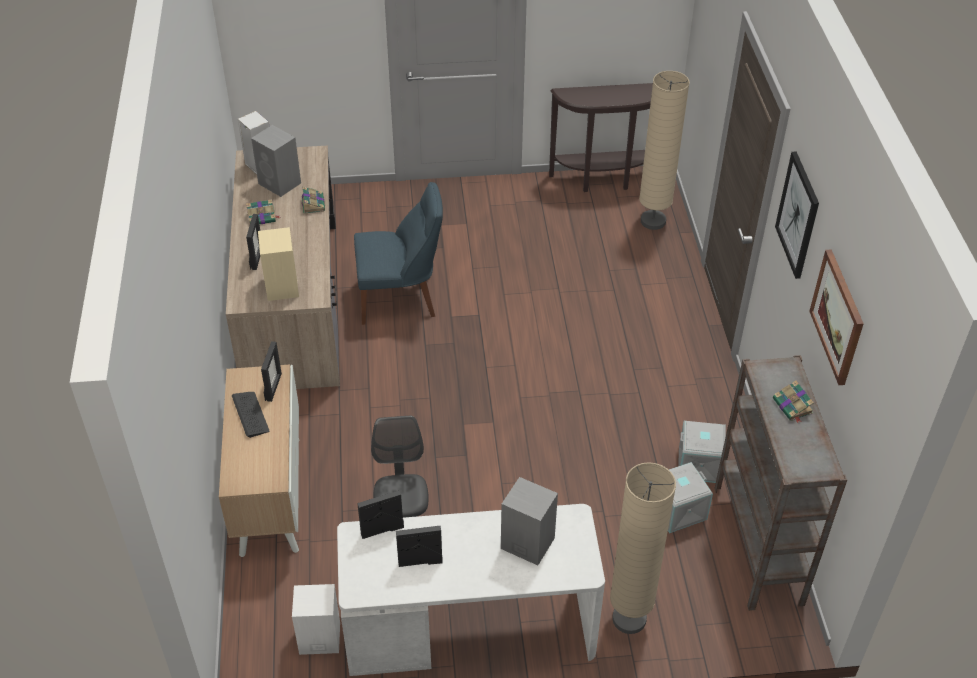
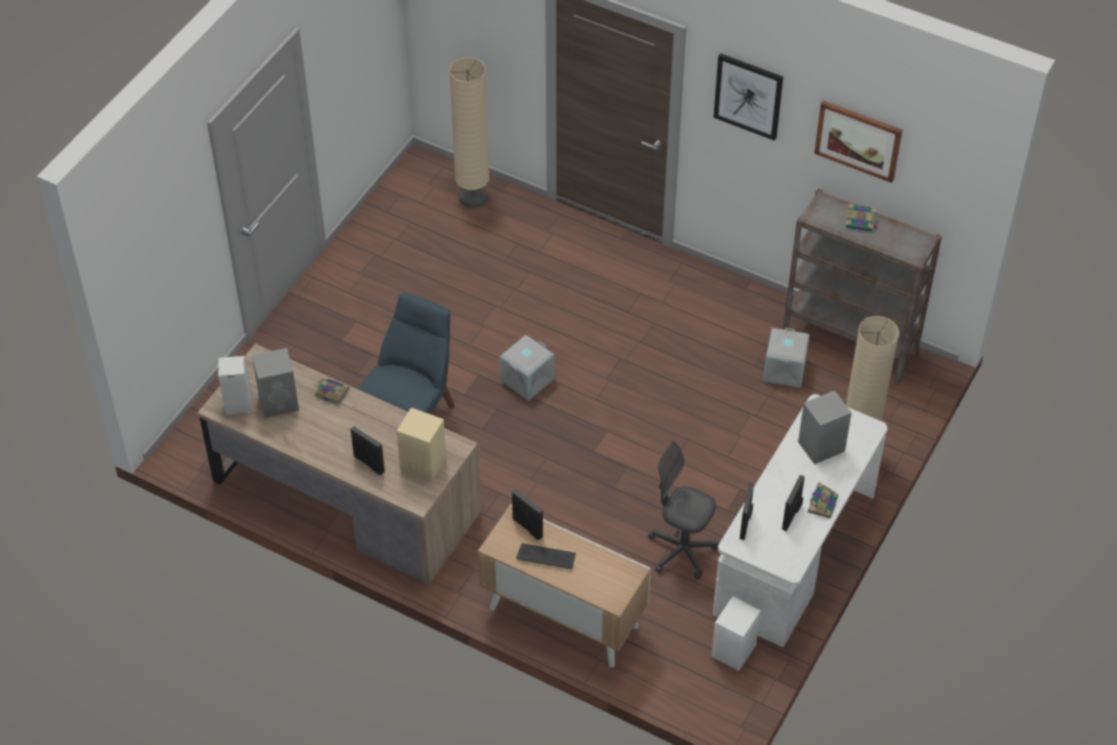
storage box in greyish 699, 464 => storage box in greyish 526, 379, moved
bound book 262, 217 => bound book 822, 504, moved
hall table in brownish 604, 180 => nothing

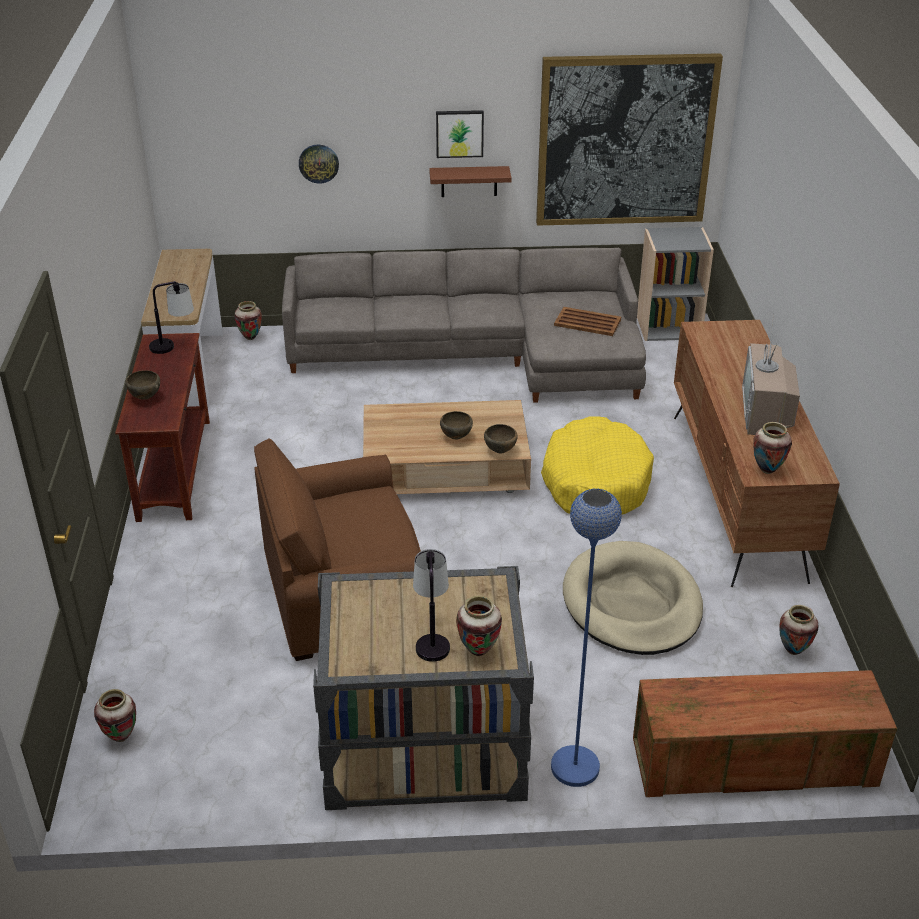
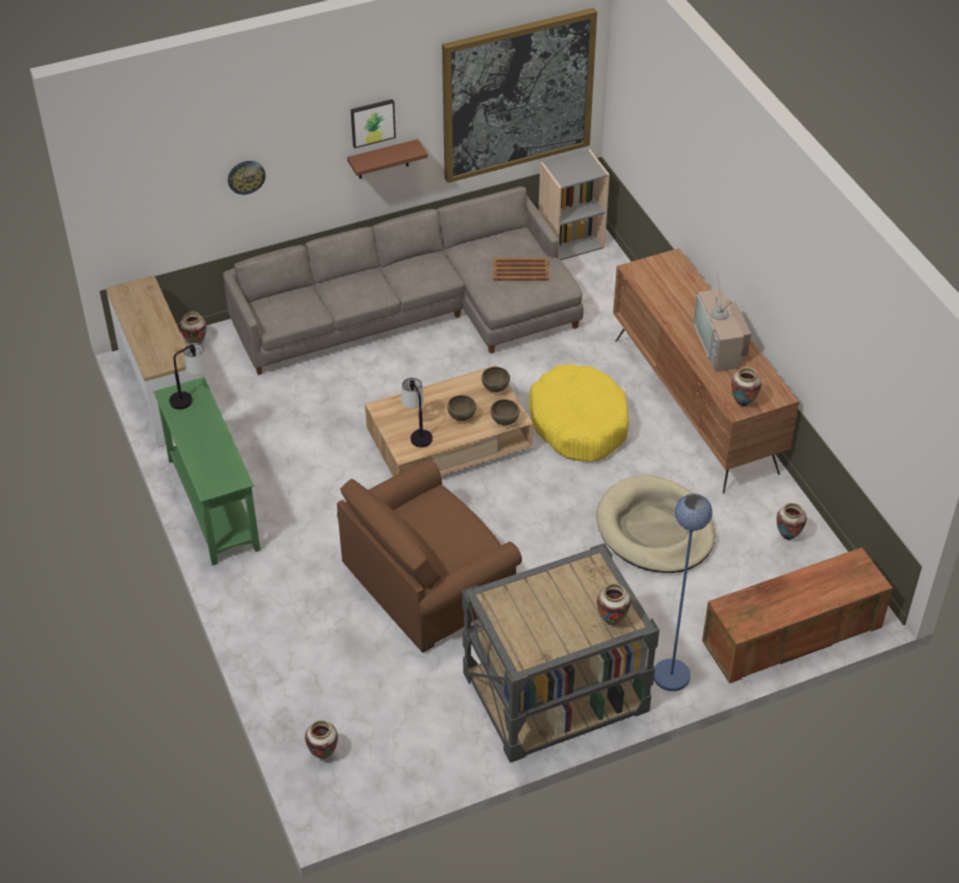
hall table in brownish 174, 469 => hall table in green-coloured 213, 504
tabletop lamp 431, 637 => tabletop lamp 417, 432, moved
bowl in brownish 145, 397 => bowl in brownish 495, 389, moved

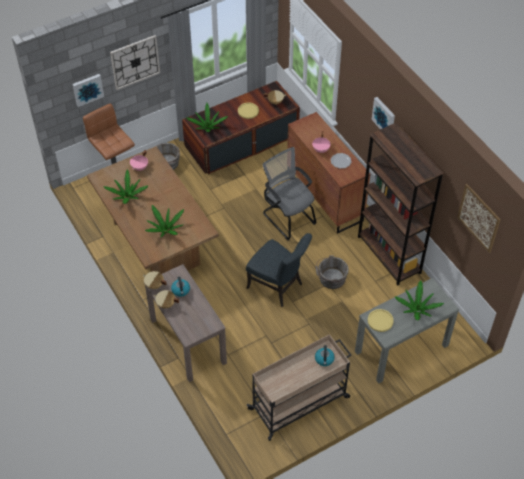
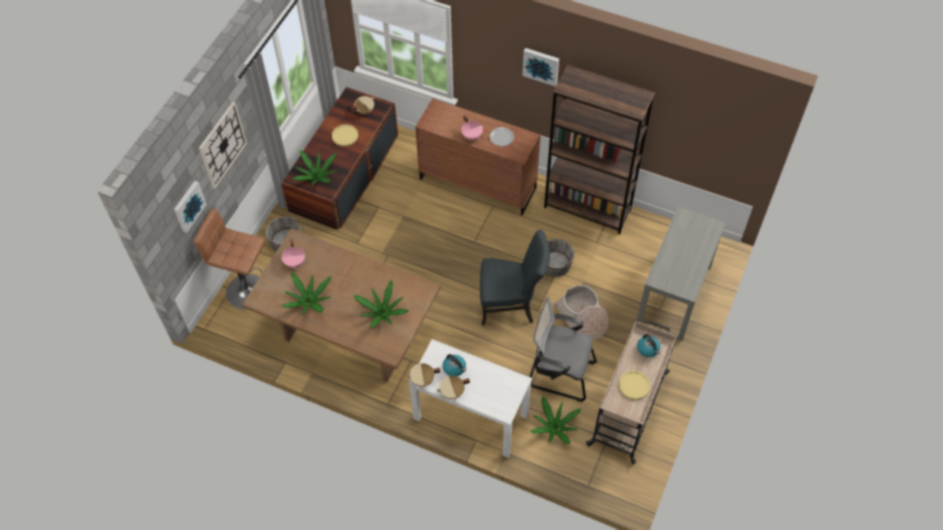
hall table in brownish 187, 340 => hall table in white 470, 416
plain chair 288, 217 => plain chair 559, 373, moved
potted plant 417, 309 => potted plant 554, 428, moved
nothing => basket 582, 318
dinner plate in yellow-coloured 380, 321 => dinner plate in yellow-coloured 634, 385, moved
wall art 479, 217 => nothing

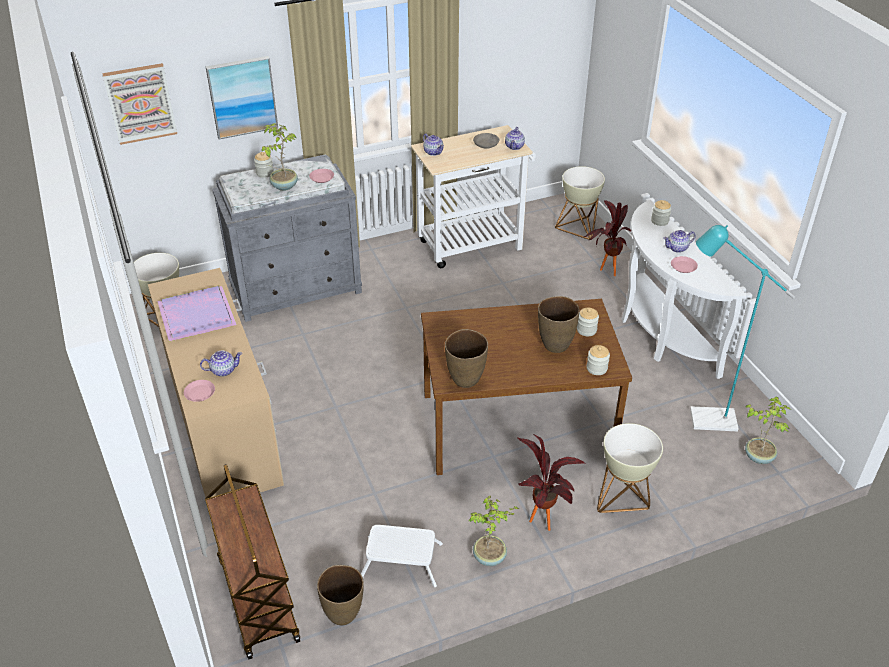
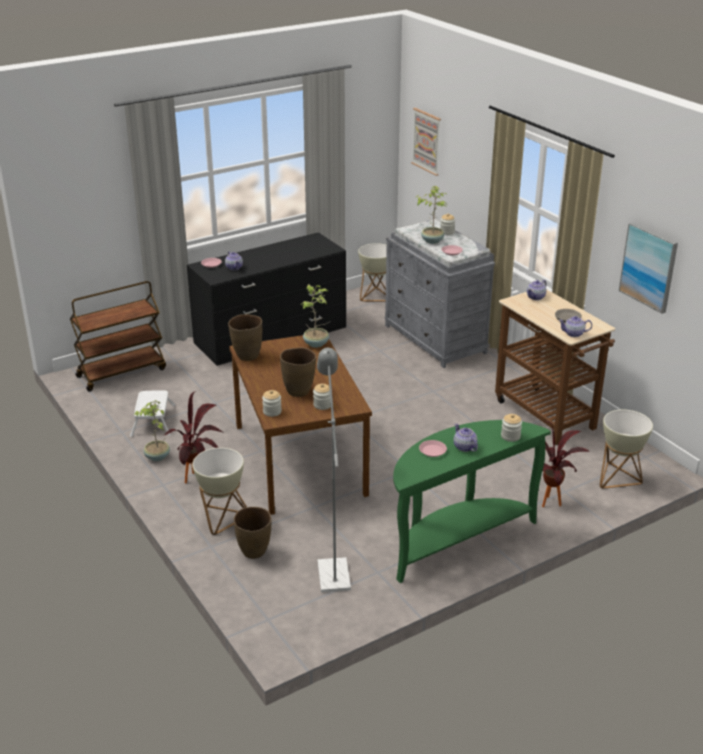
chest of drawers in beige-coloured 223, 424 => chest of drawers in blackish 271, 336
decorative vase in brownish 343, 613 => decorative vase in brownish 254, 552, moved
potted plant 759, 456 => potted plant 317, 344, moved
floor lamp in turquoise 704, 419 => floor lamp in greyish 332, 569
hall table in white 659, 333 => hall table in green-coloured 456, 539
cart in white 471, 245 => cart in brownish 546, 415
wall art 242, 97 => wall art 648, 267, moved
tray in purple-coloured 196, 316 => nothing

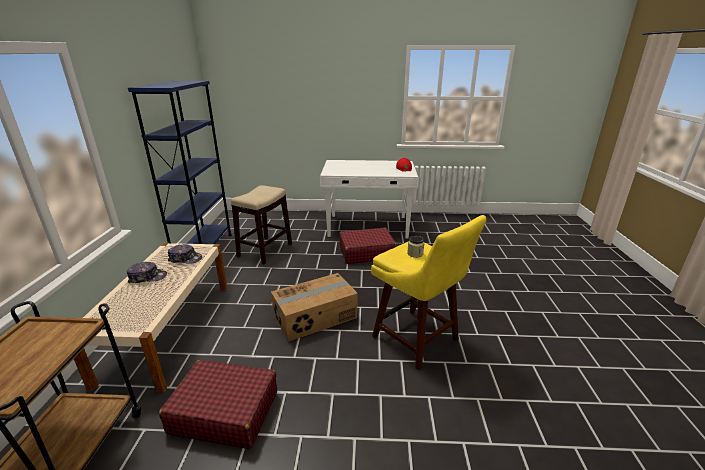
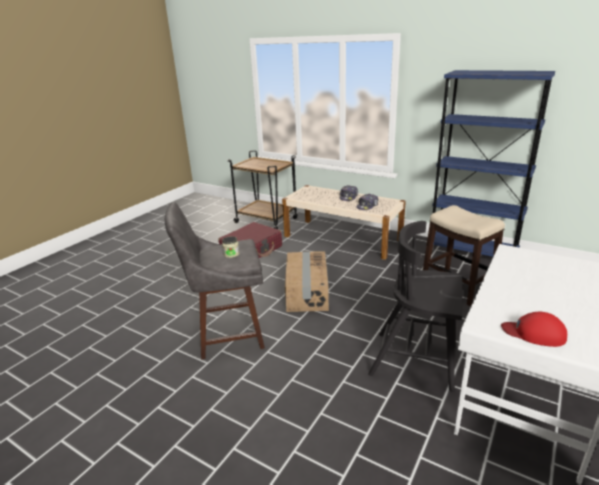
sitting stool in yellow-coloured 418, 340 => sitting stool in greyish 227, 334
travel case in red 366, 253 => plain chair in blackish 416, 360

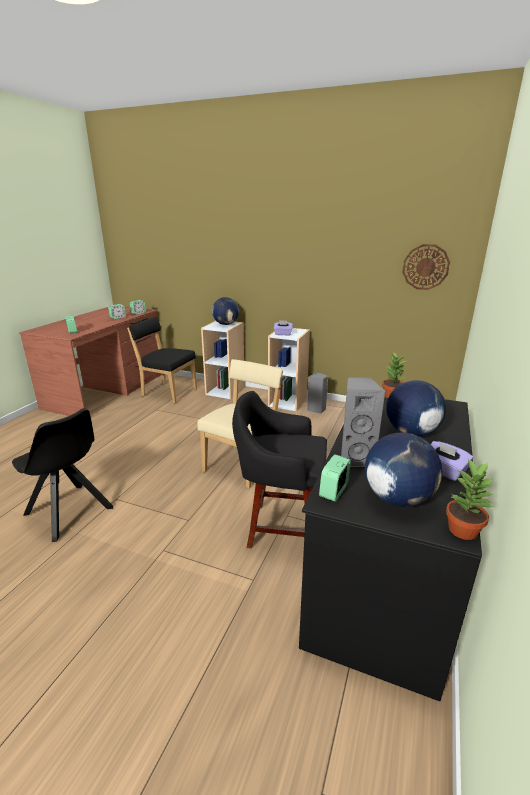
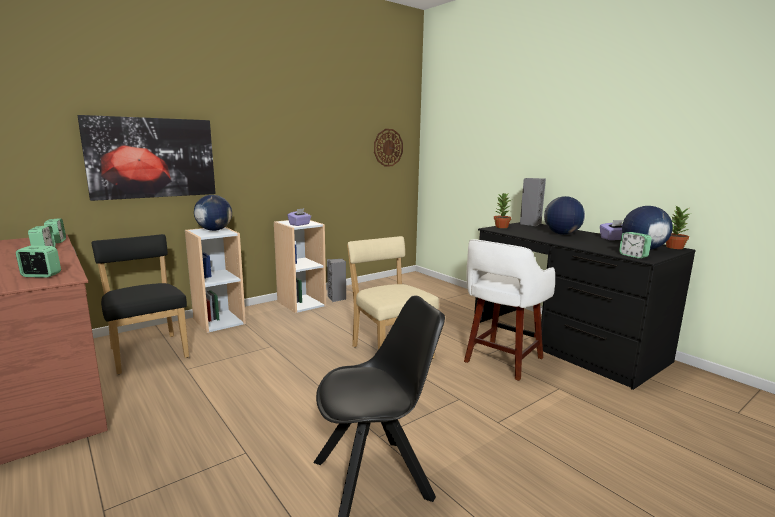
nothing => wall art 152, 158
plain chair in blackish 167, 392 => plain chair in blackish 148, 351, 90 degrees clockwise
sitting stool in blackish 280, 528 => sitting stool in white 501, 361
loudspeaker in greyish 355, 459 => loudspeaker in greyish 530, 224, moved

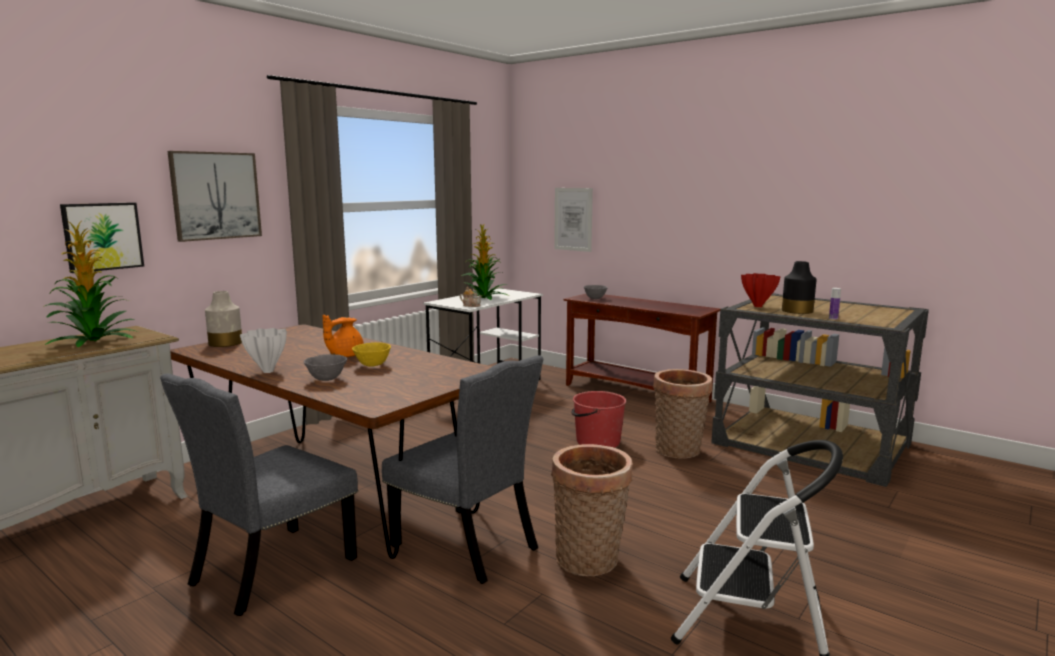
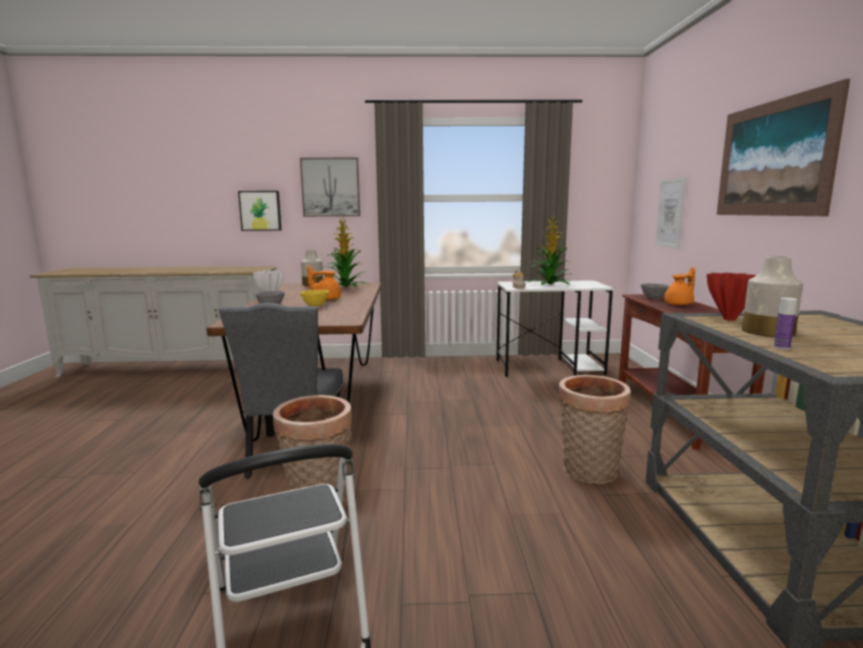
potted plant 94, 342 => potted plant 345, 287, moved
nothing => teapot in orange 680, 304
nothing => wall art 773, 158
decorative vase in blackish 797, 310 => decorative vase in beige-coloured 768, 332
plain chair in greyish 275, 568 => nothing
water bucket in red 597, 442 => nothing

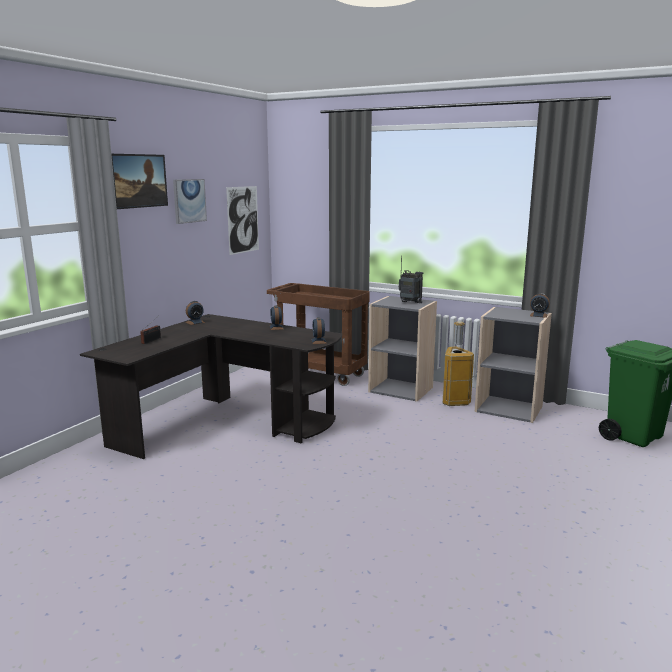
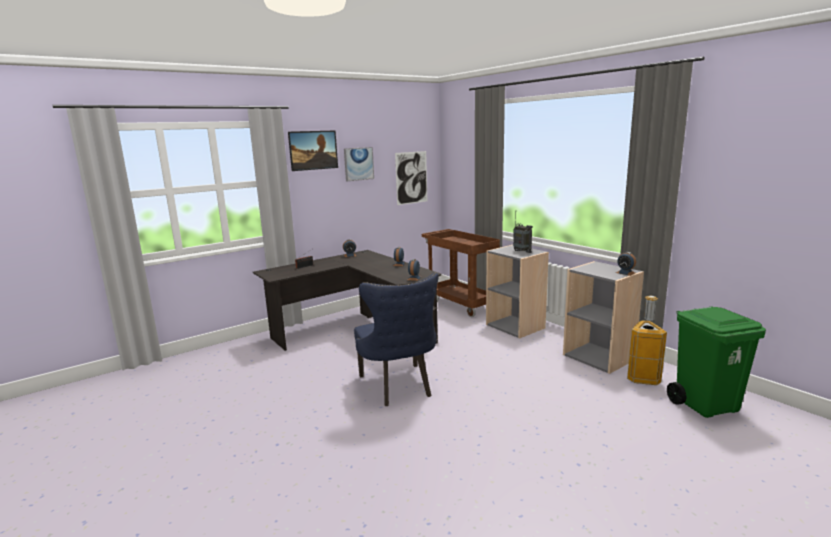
nothing => plain chair in blue 398, 386
rubbish bin 454, 401 => rubbish bin 642, 378, moved

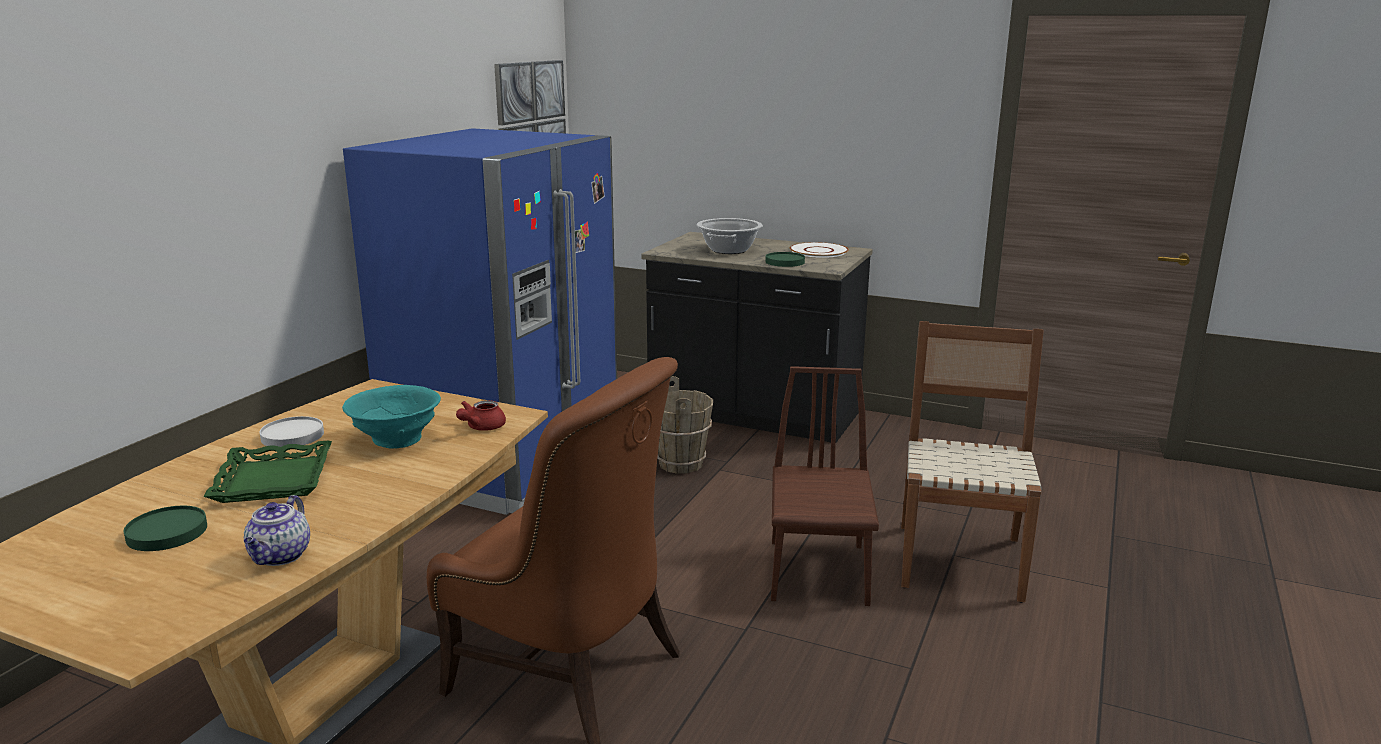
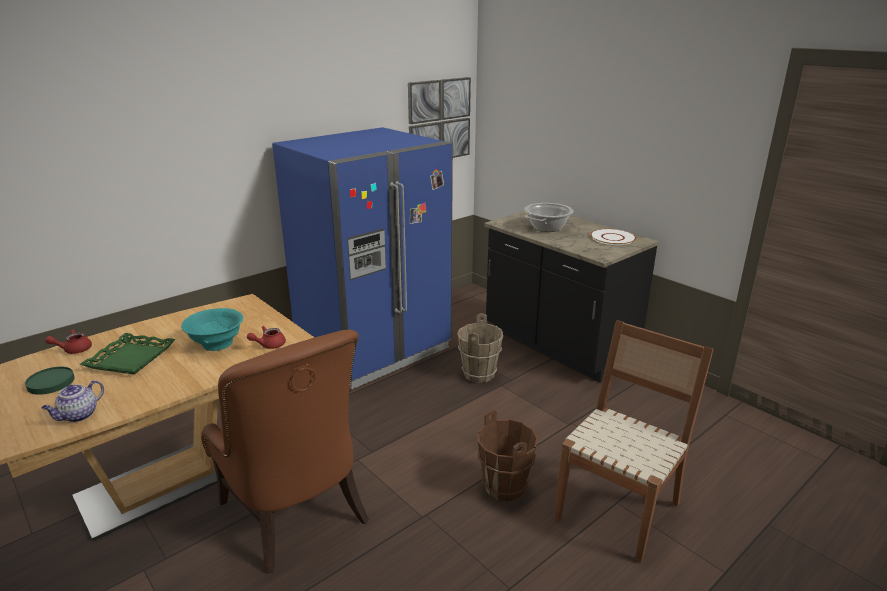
nothing => teapot in red 73, 350
plain chair in brownish 818, 572 => water bucket in brownish 505, 486
dinner plate in white 292, 436 => nothing
dinner plate in green-coloured 785, 262 => nothing

